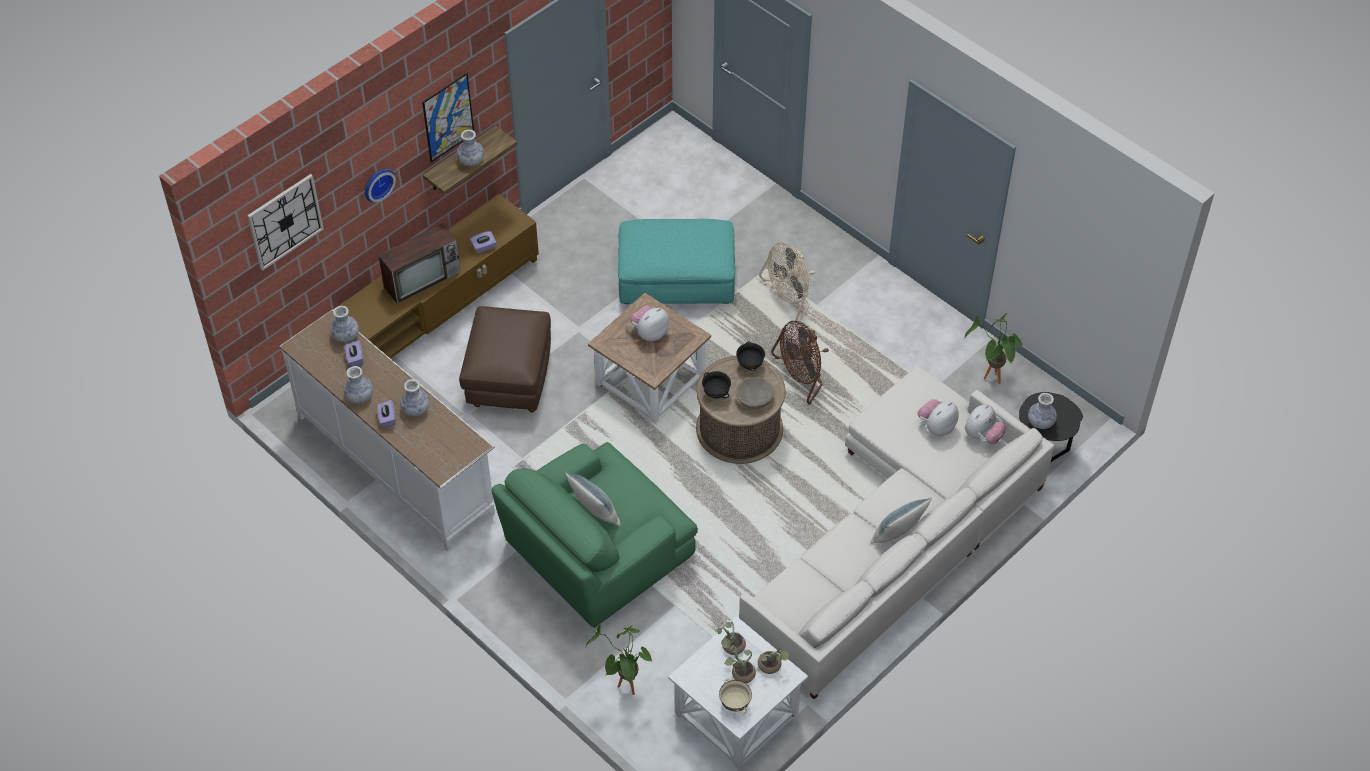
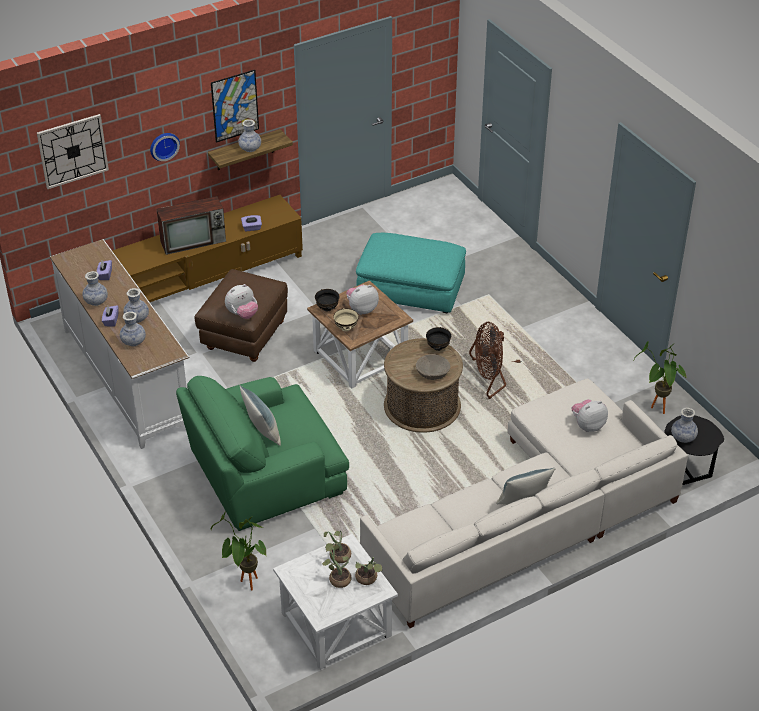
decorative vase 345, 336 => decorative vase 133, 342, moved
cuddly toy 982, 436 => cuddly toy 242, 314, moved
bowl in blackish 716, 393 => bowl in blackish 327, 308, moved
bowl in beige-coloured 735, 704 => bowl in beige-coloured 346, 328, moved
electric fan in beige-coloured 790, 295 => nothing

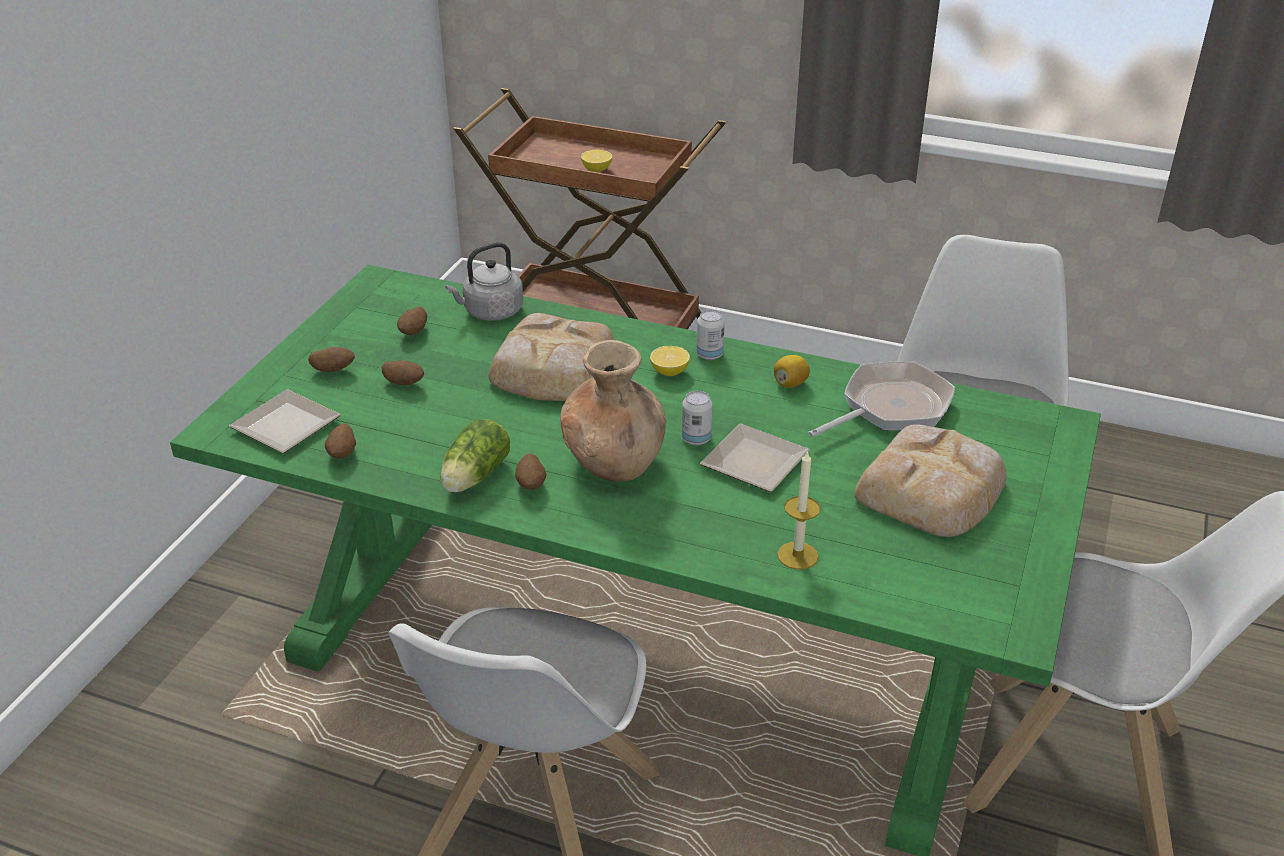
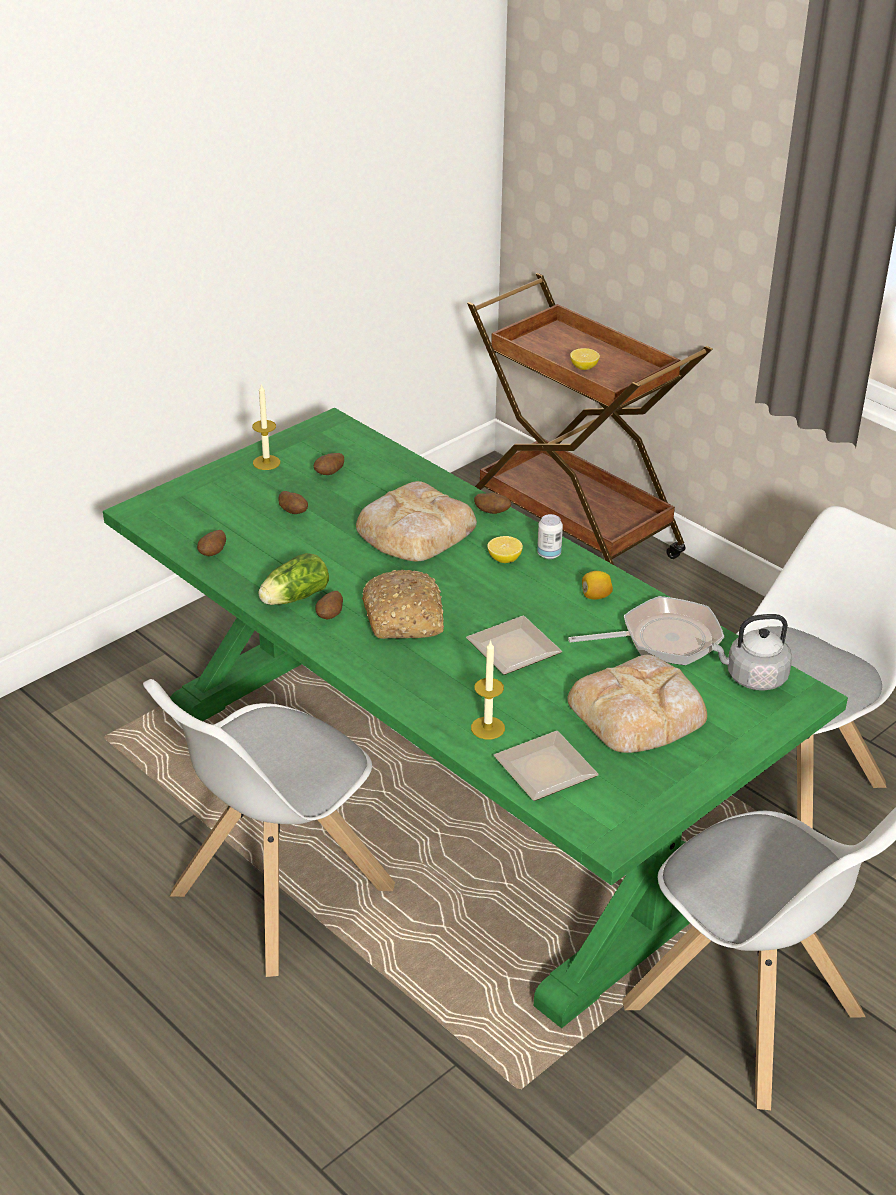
nothing => wax candle 266, 462
decorative vase in brownish 614, 462 => bakery bread 405, 617
whole potato 333, 370 => whole potato 492, 512, moved
dinner plate 286, 423 => dinner plate 546, 767, moved
tea kettle in greyish 490, 312 => tea kettle in greyish 752, 678, moved
can 696, 439 => nothing

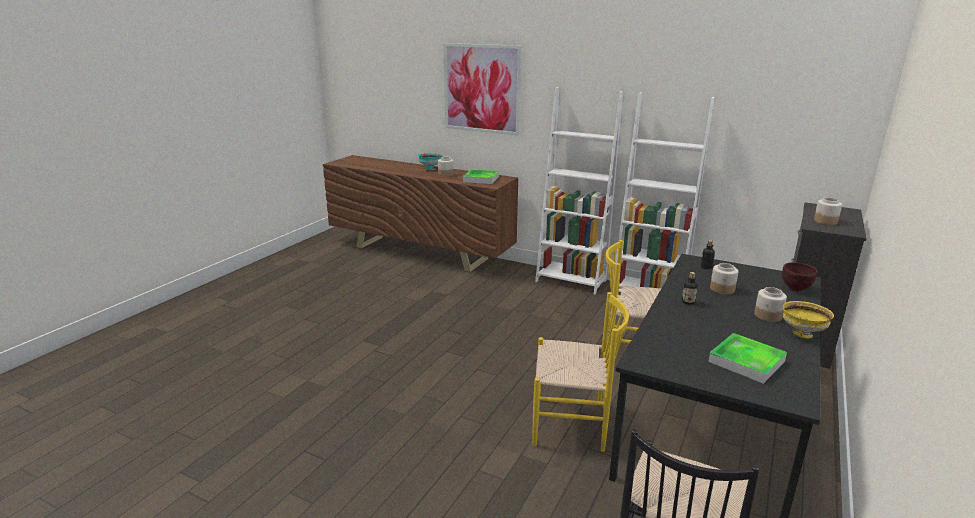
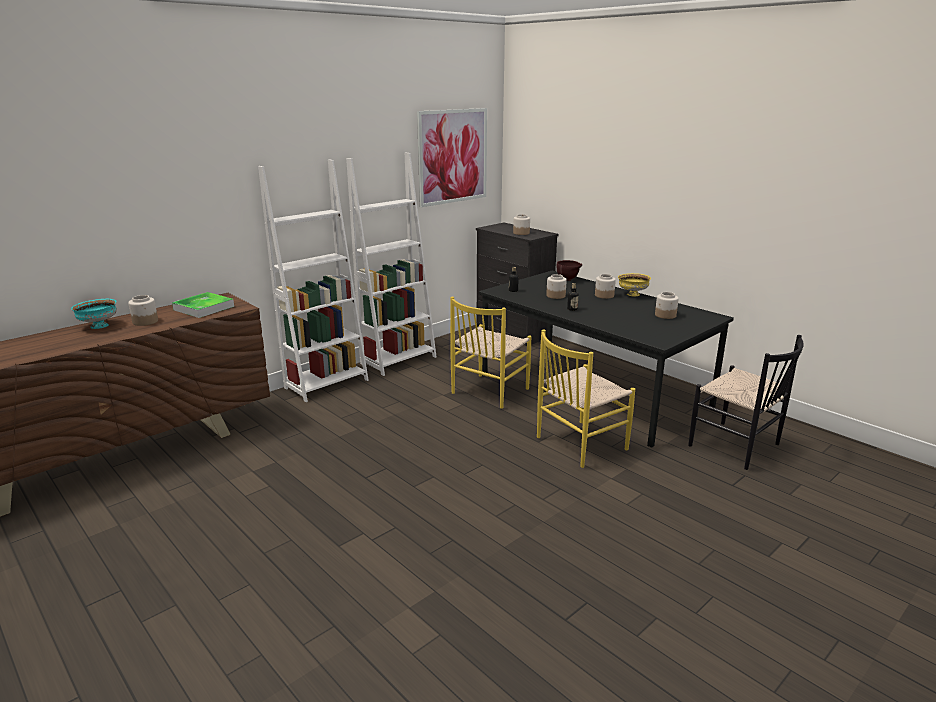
wall art 481, 89 => wall art 453, 156, moved
plain chair in yellow-coloured 573, 424 => plain chair in yellow-coloured 578, 444, 150 degrees counterclockwise
tray 746, 361 => storage jar 665, 315

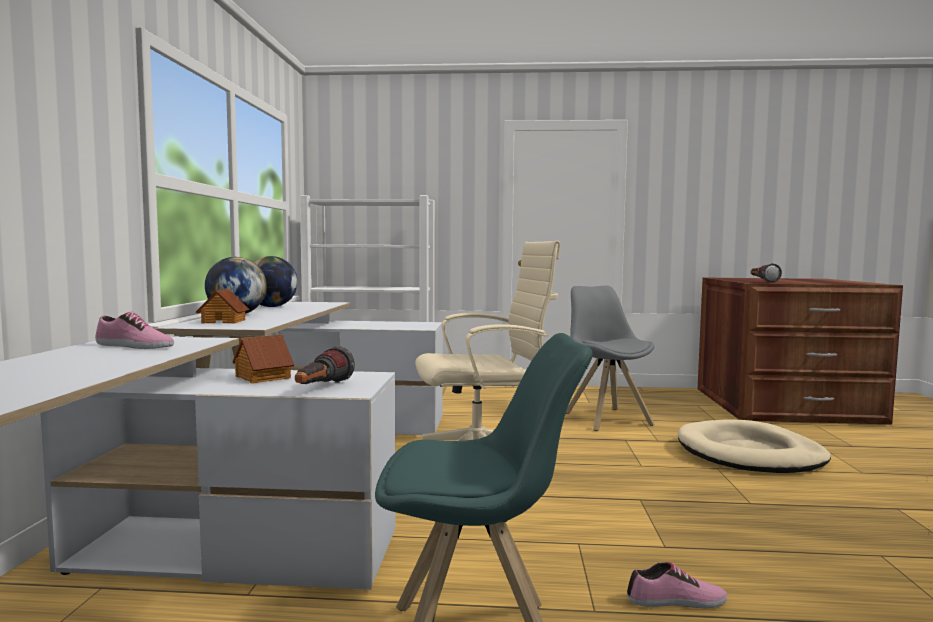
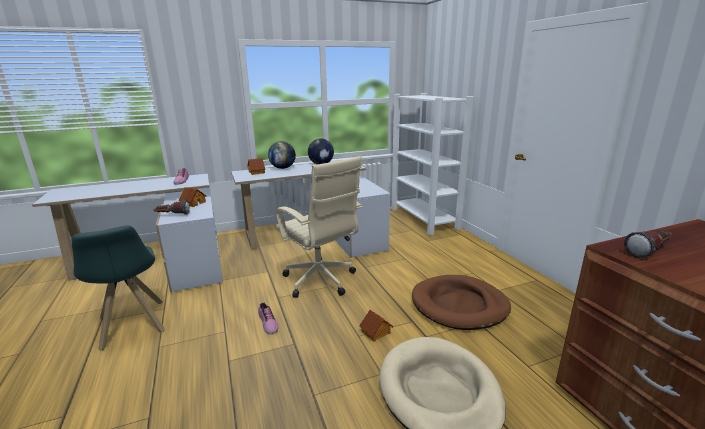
shoe 677, 601 => shoe 267, 323, moved
nothing => model house 376, 332
plain chair in greyish 606, 418 => pet bed in brownish 459, 305

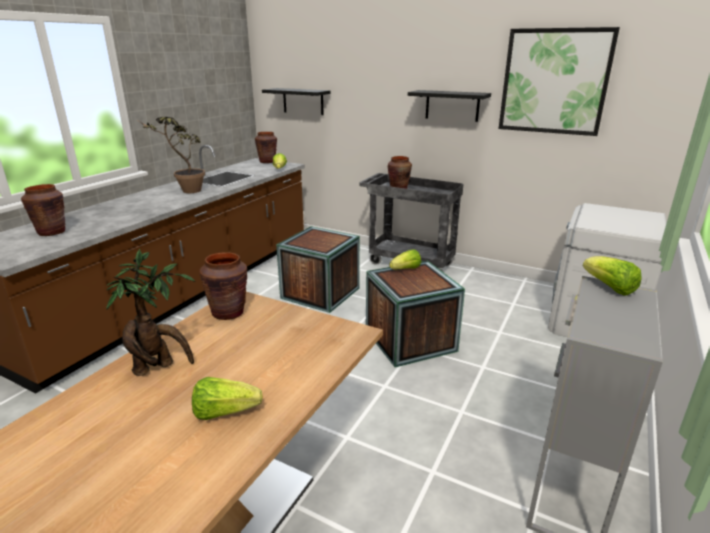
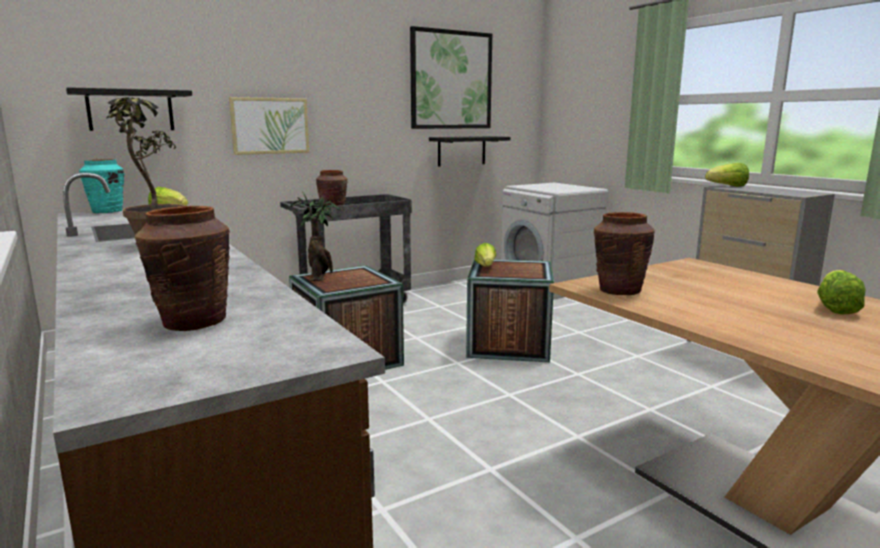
decorative vase in brownish 267, 162 => decorative vase in turquoise 107, 212
nothing => wall art 270, 126
potted plant 159, 367 => potted plant 320, 277, moved
bracket shelf in blackish 452, 105 => bracket shelf in blackish 461, 151, moved

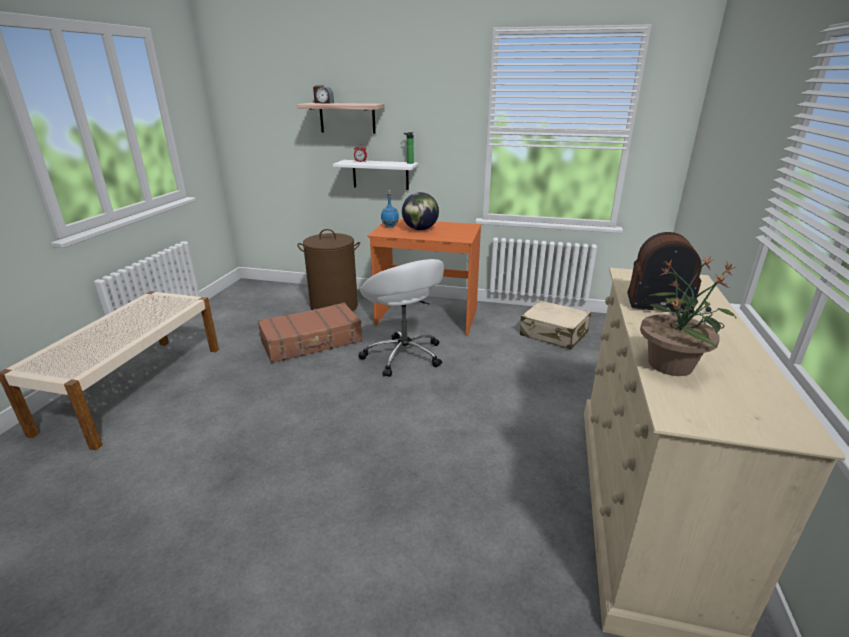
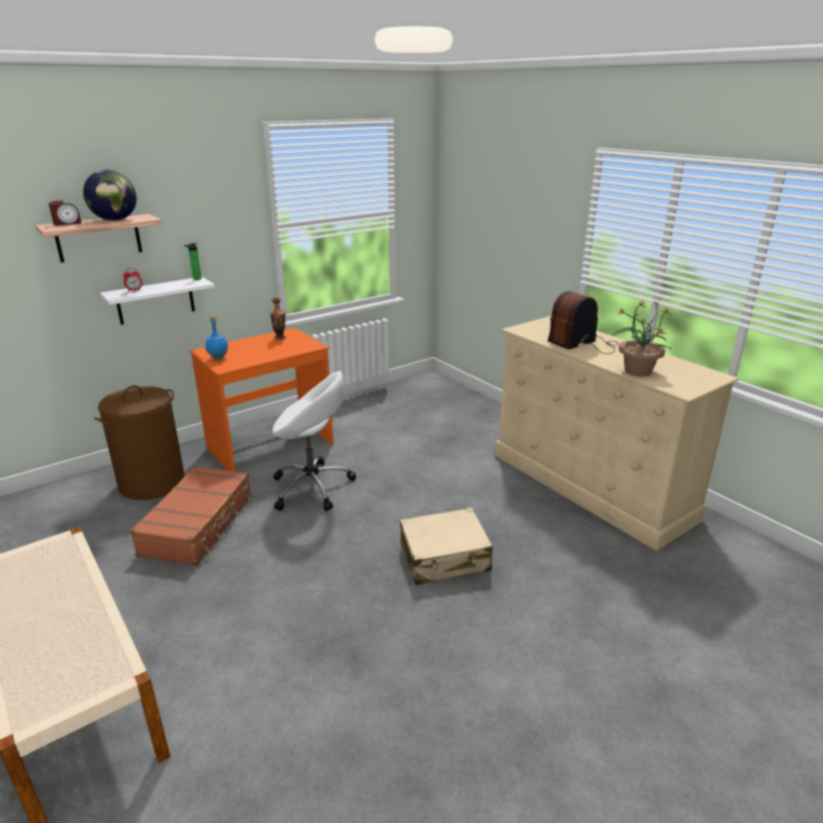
globe 420, 229 => globe 115, 220, moved
nothing => decorative vase 280, 338
travel case in beige-coloured 554, 334 => travel case in beige-coloured 445, 558, moved

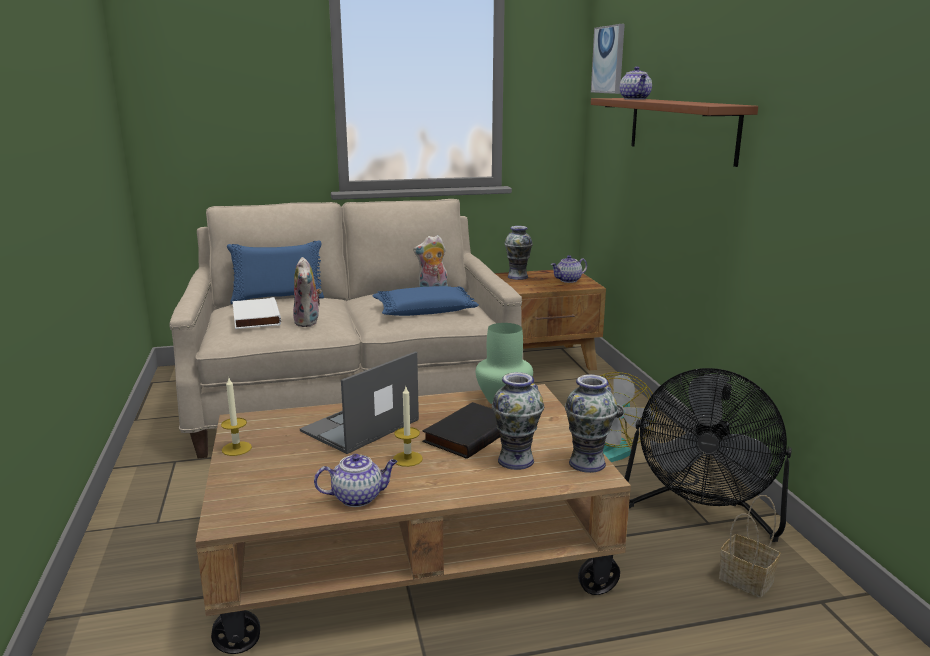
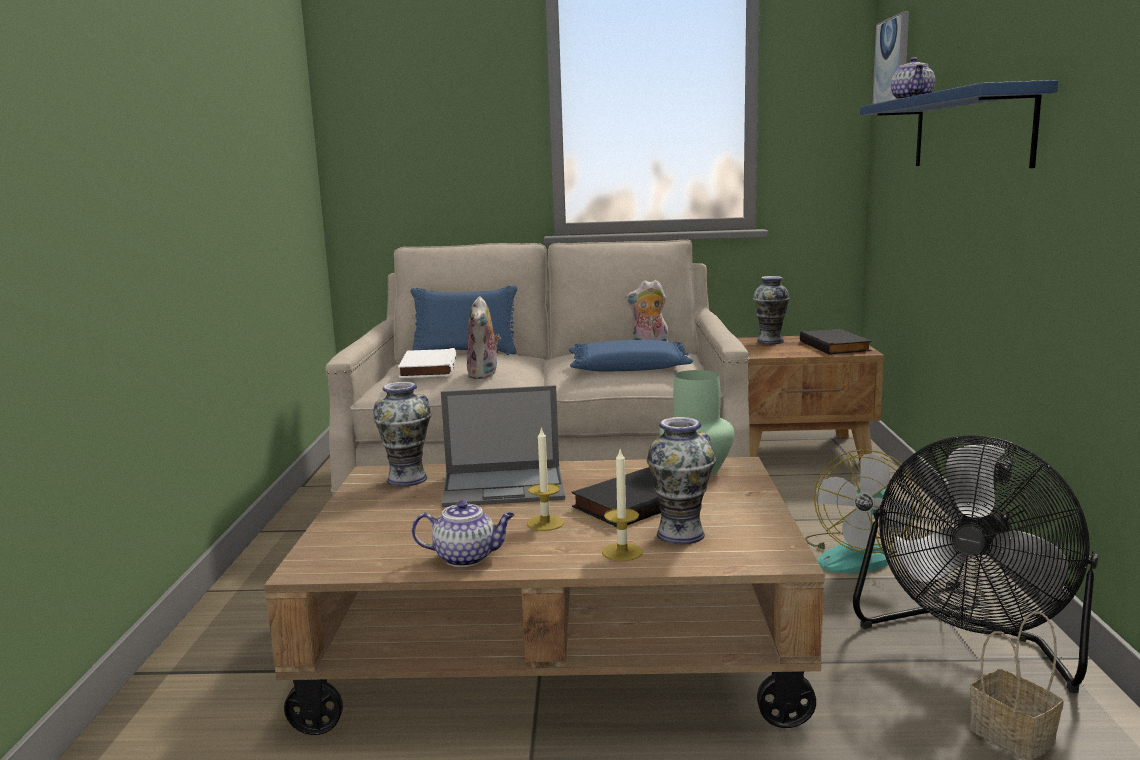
decorative vase 587, 463 => decorative vase 407, 479, moved
portable computer 359, 426 => portable computer 505, 487, 150 degrees counterclockwise
wax candle 236, 448 => wax candle 622, 552, moved
teapot 568, 280 => bound book in blackish 836, 346
bracket shelf in brownish 680, 128 => bracket shelf in blue 970, 130

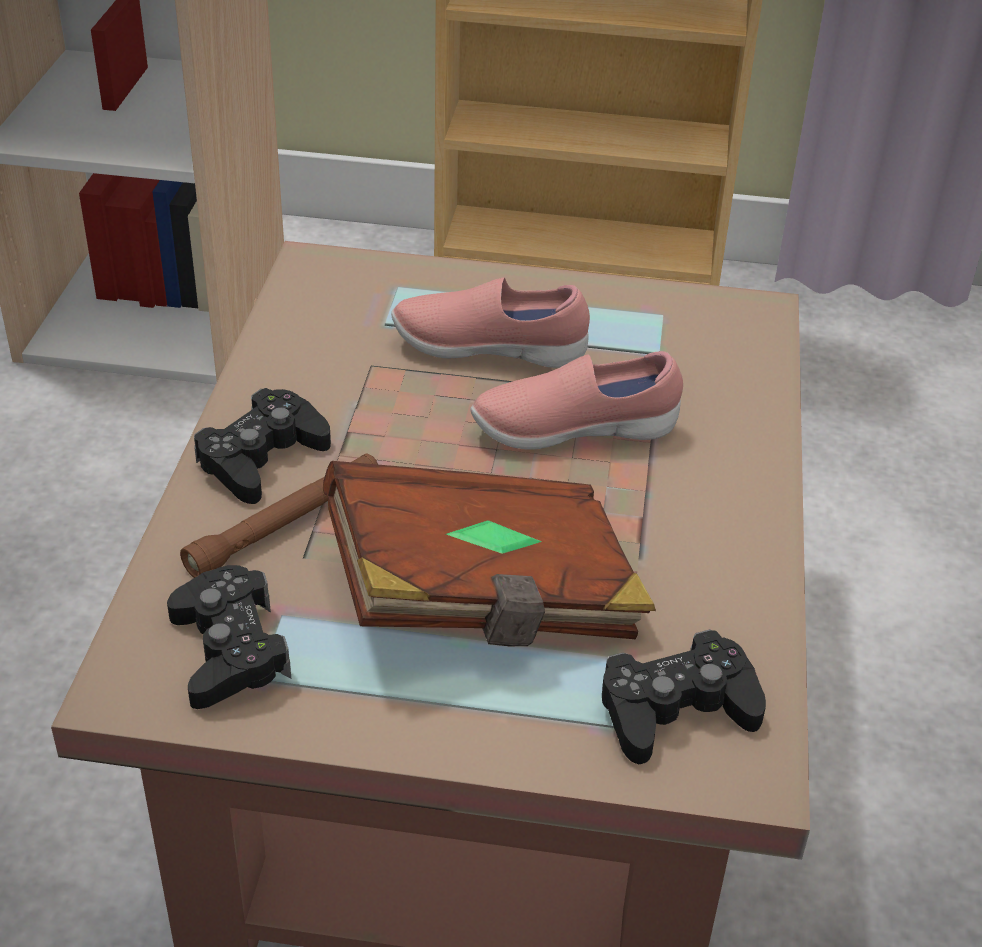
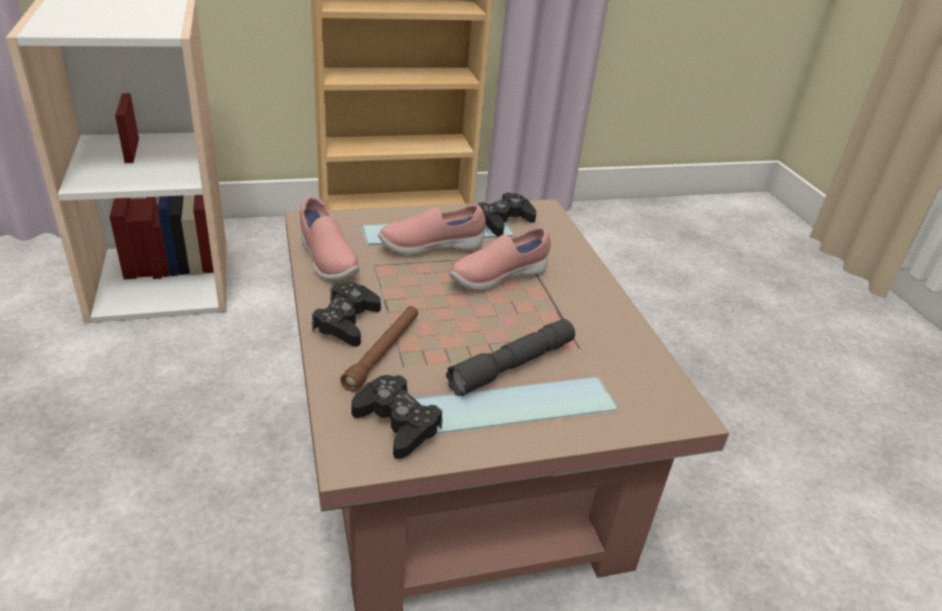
nothing => shoe in pink-coloured 326, 260
bound book in brownish 485, 600 => hand torch in greyish 512, 365
joypad in blackish 676, 709 => joypad in blackish 503, 221, moved

